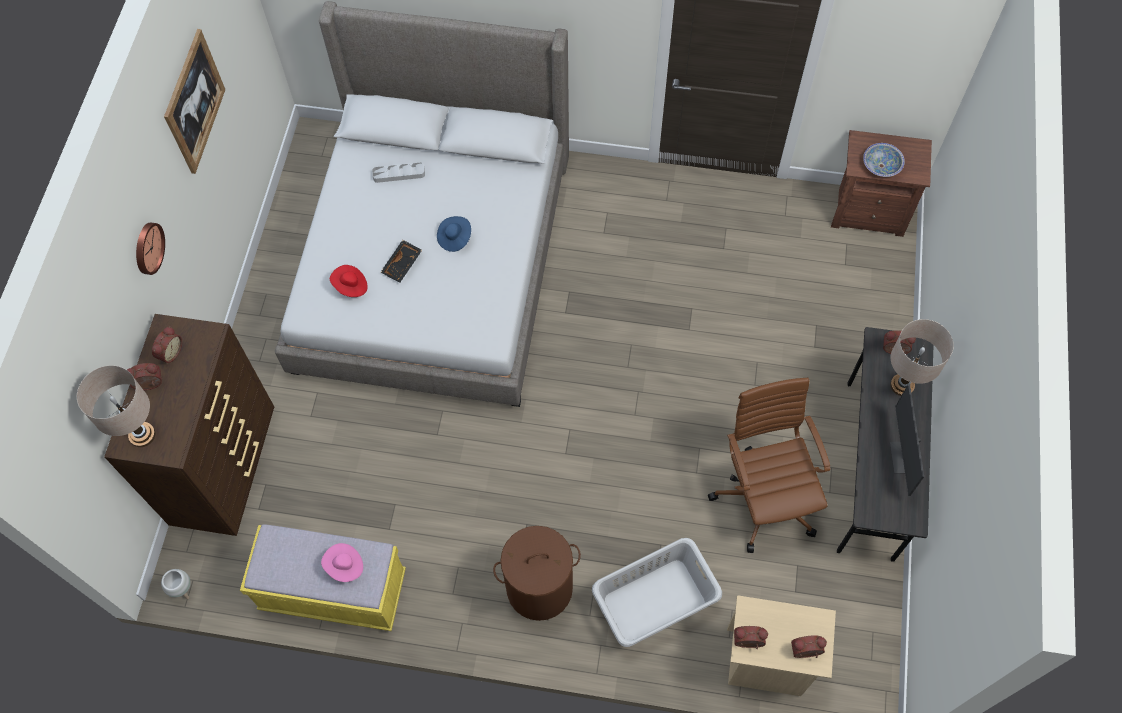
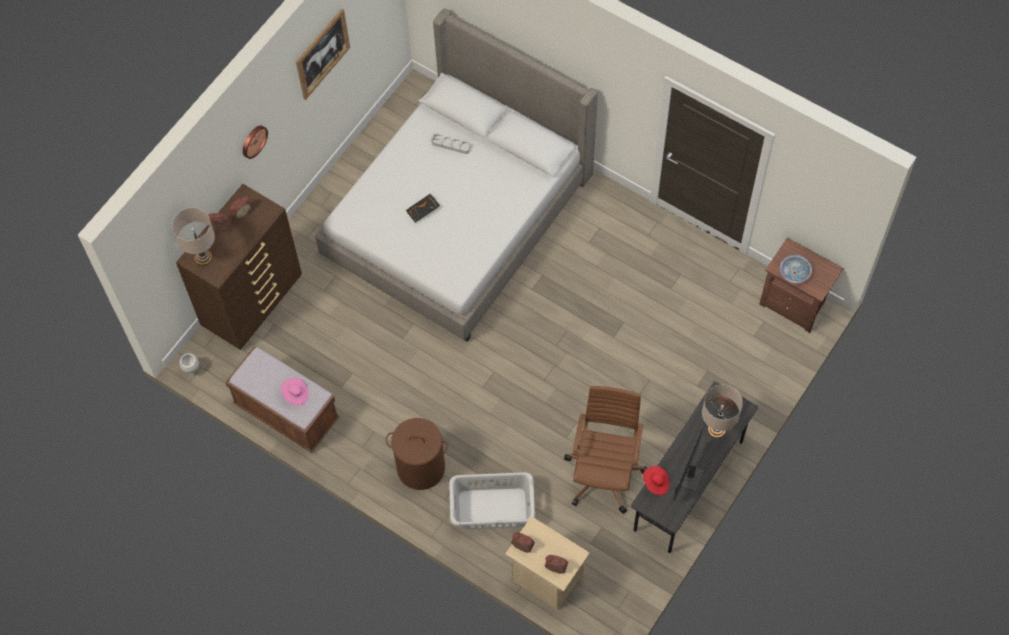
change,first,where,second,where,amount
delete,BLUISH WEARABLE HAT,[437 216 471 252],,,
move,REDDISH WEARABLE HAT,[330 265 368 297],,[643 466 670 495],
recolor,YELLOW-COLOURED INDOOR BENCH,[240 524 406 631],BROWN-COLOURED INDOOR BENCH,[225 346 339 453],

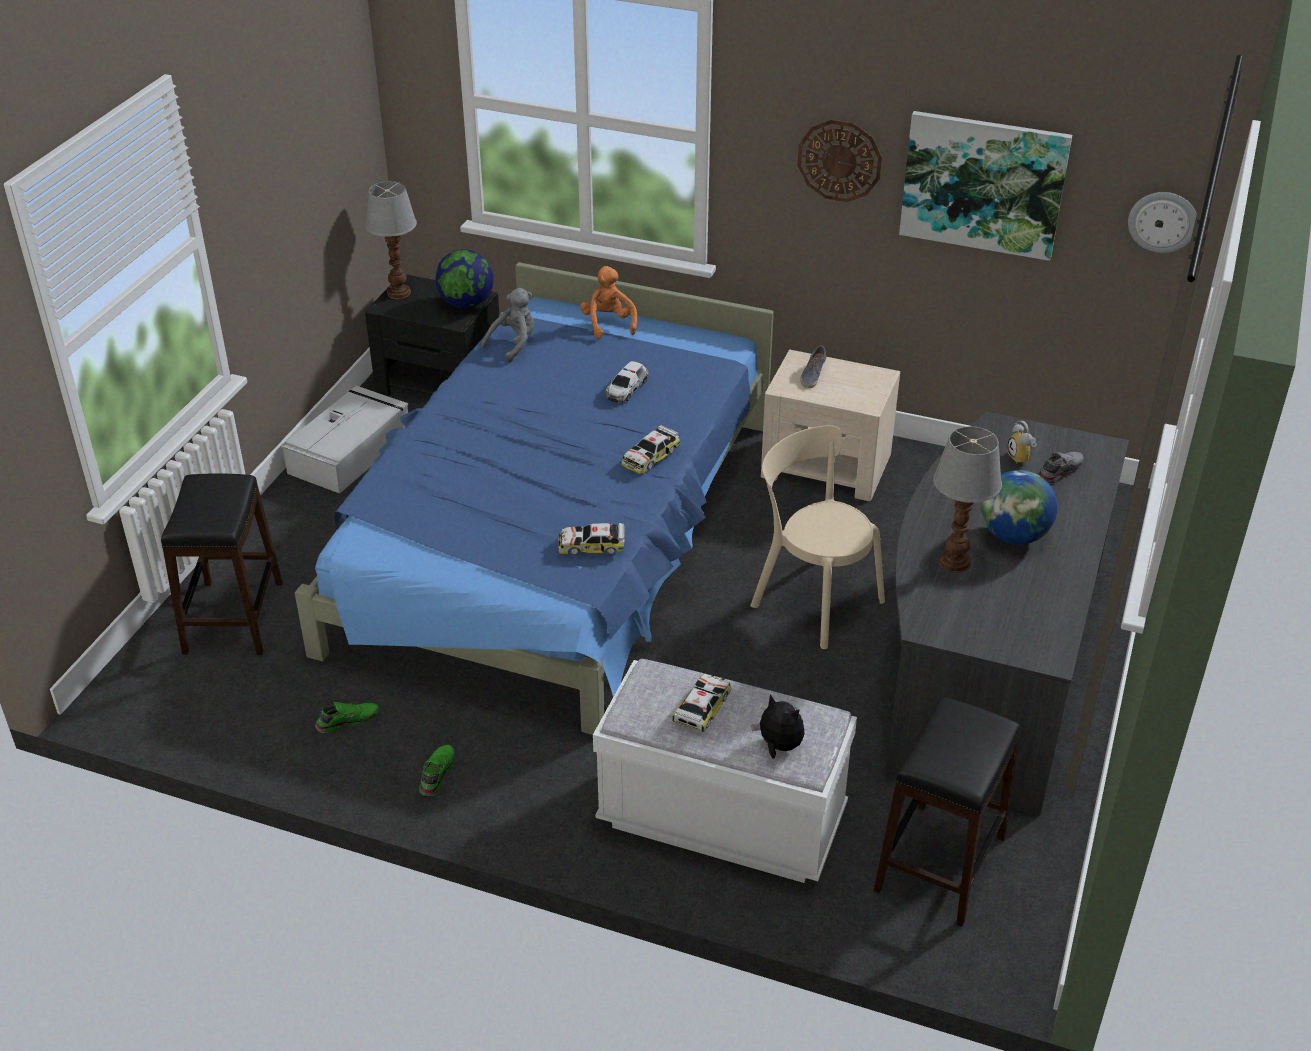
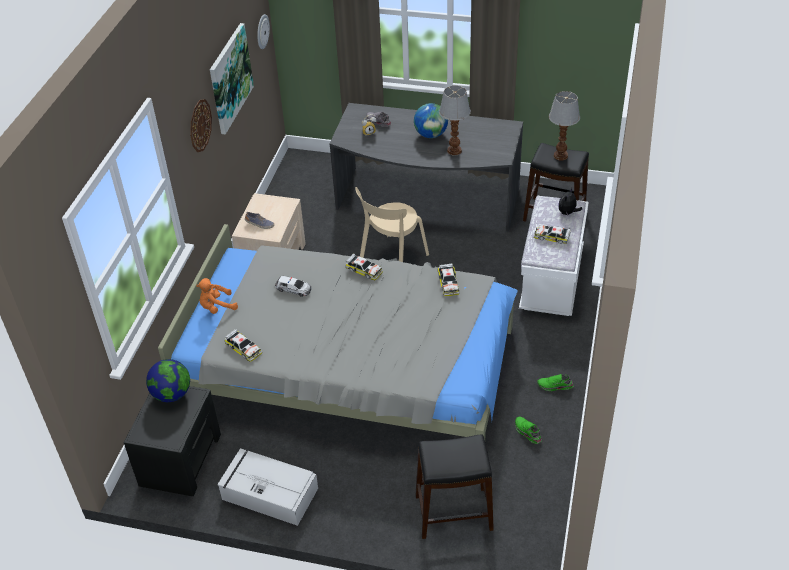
change,first,where,second,where,amount
move,LAMP FOR A TABLE,[365 181 417 299],,[549 91 580 161],
replace,GREYISH CUDDLY TOY,[481 288 535 363],MINIATURE CAR,[225 329 262 362],
recolor,BLUISH SLEEPING BED,[295 262 774 735],GREYISH SLEEPING BED,[158 224 518 440],

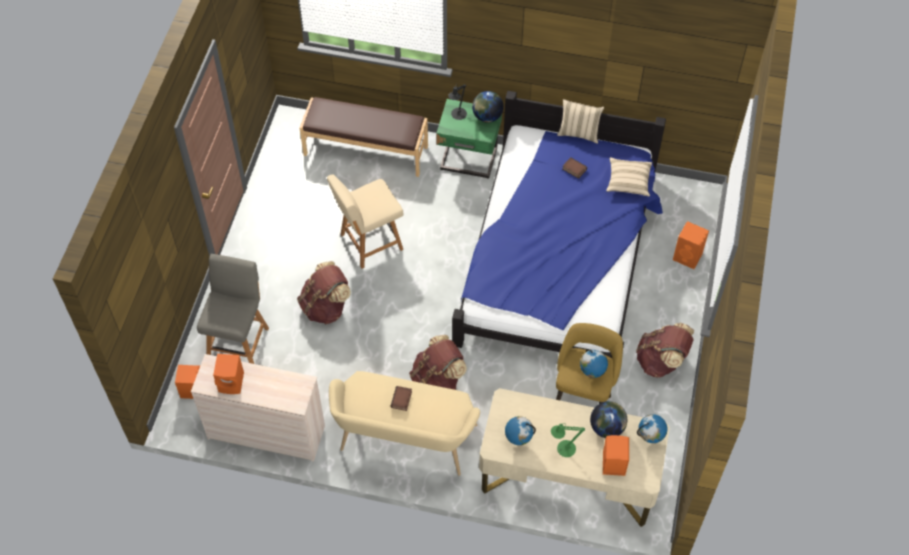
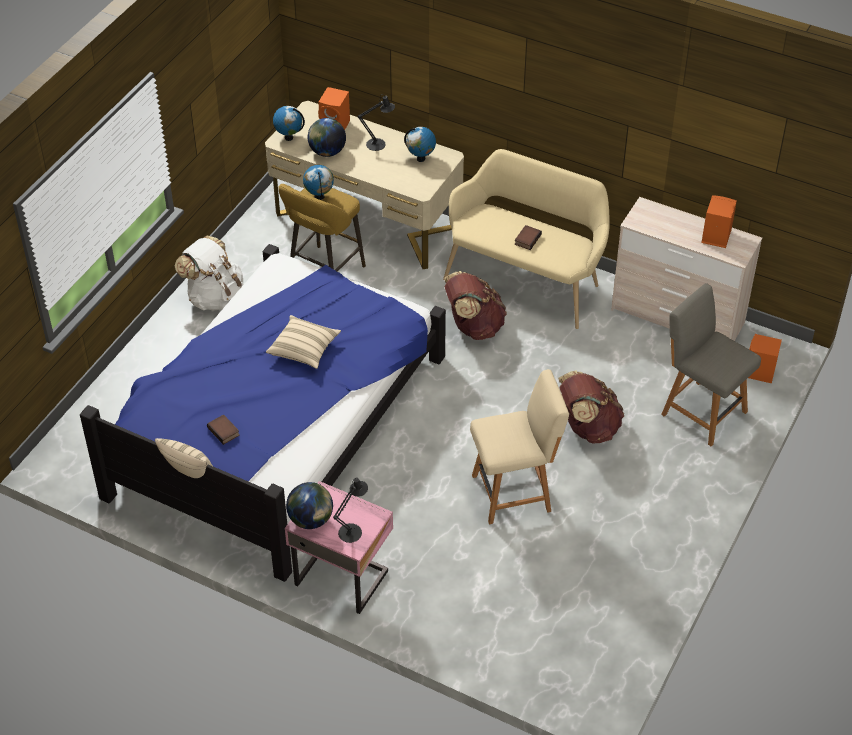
change,first,where,second,where,amount
delete,BROWN-COLOURED INDOOR BENCH,[300 97 428 177],,,
delete,ORANGE AUDIO SPEAKER,[673 221 709 269],,,
move,SAND-COLOURED CUSHION,[606 157 652 196],,[266 315 341 369],
recolor,GREEN-COLOURED NIGHT TABLE,[436 99 502 178],PINKISH NIGHT TABLE,[285 481 393 614],
recolor,GREEN-COLOURED LAMP FOR A TABLE,[551 423 585 457],BLACKISH LAMP FOR A TABLE,[358 94 395 151],
recolor,BROWN-COLOURED KNAPSACK,[636 323 694 378],WHITISH KNAPSACK,[175 236 244 311],
rotate,GREYISH UPRIGHT CHAIR,[197 254 269 364],,[661 283 761 446],105 degrees clockwise

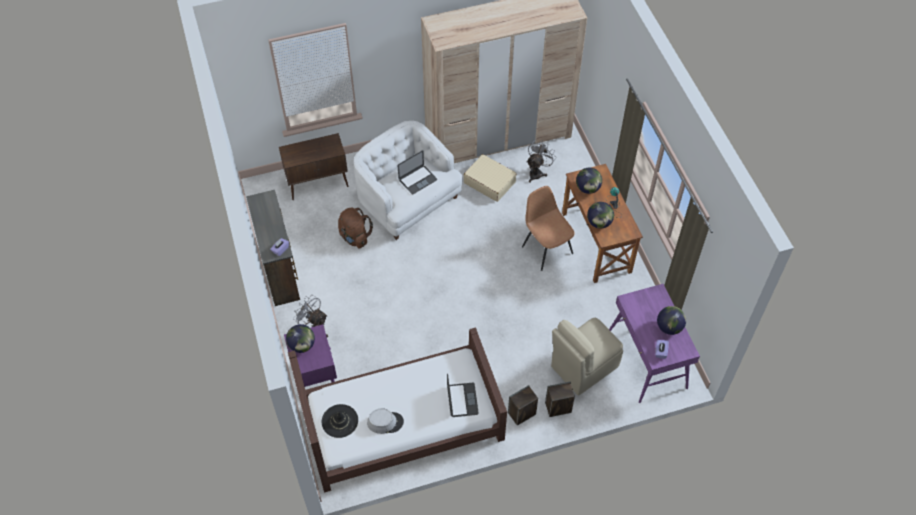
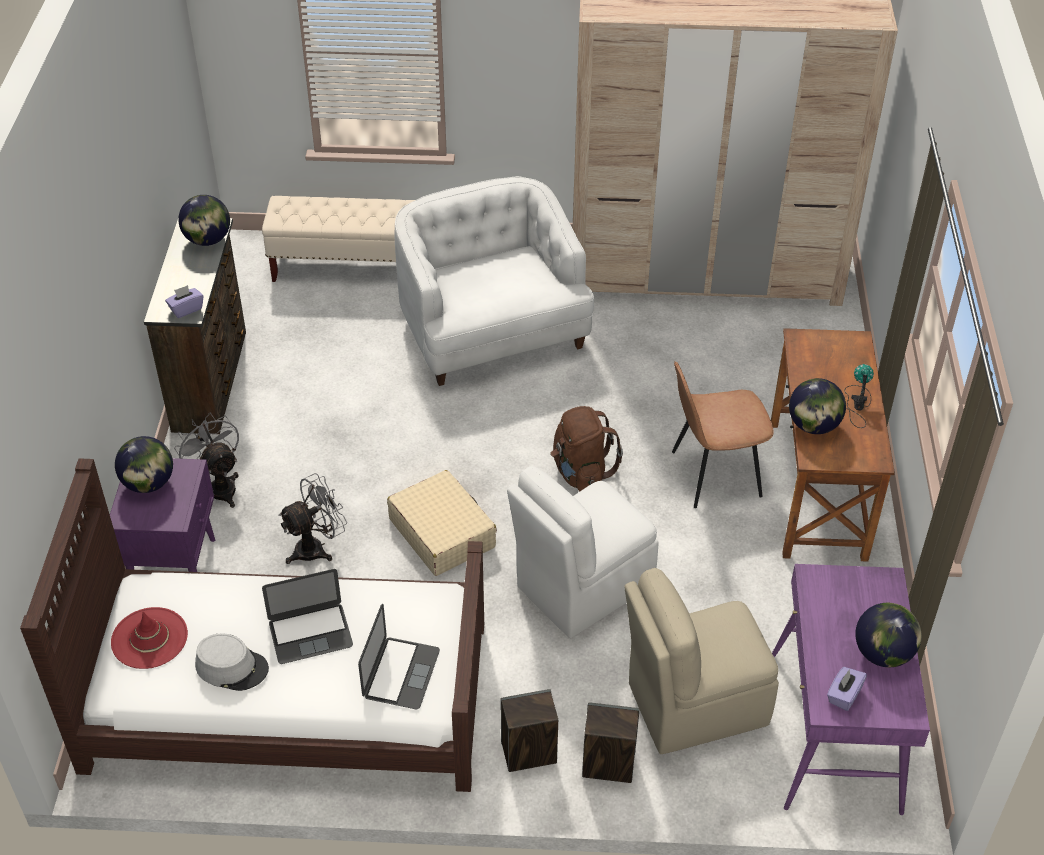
change,first,where,second,where,amount
insert,,,WHITISH UPRIGHT CHAIR,[507 466 659 638],
move,BROWN-COLOURED KNAPSACK,[338 207 373 249],,[551 406 623 491],
move,PORTABLE COMPUTER,[398 150 437 194],,[262 569 353 664],
move,SAND-COLOURED TRAVEL CASE,[464 154 517 202],,[387 470 497 576],
move,GREYISH ELECTRIC FAN,[527 140 555 183],,[278 473 347 564],
move,GLOBE,[576 168 602 194],,[178 195 230 246],
replace,BROWN-COLOURED CABINET,[279 133 349 200],SAND-COLOURED INDOOR BENCH,[262 196 415 282],
recolor,BLACKISH WEARABLE HAT,[322 404 358 438],REDDISH WEARABLE HAT,[111 607 188 669],
rotate,BROWN-COLOURED UPRIGHT CHAIR,[522 186 575 271],,[672 361 774 508],90 degrees counterclockwise

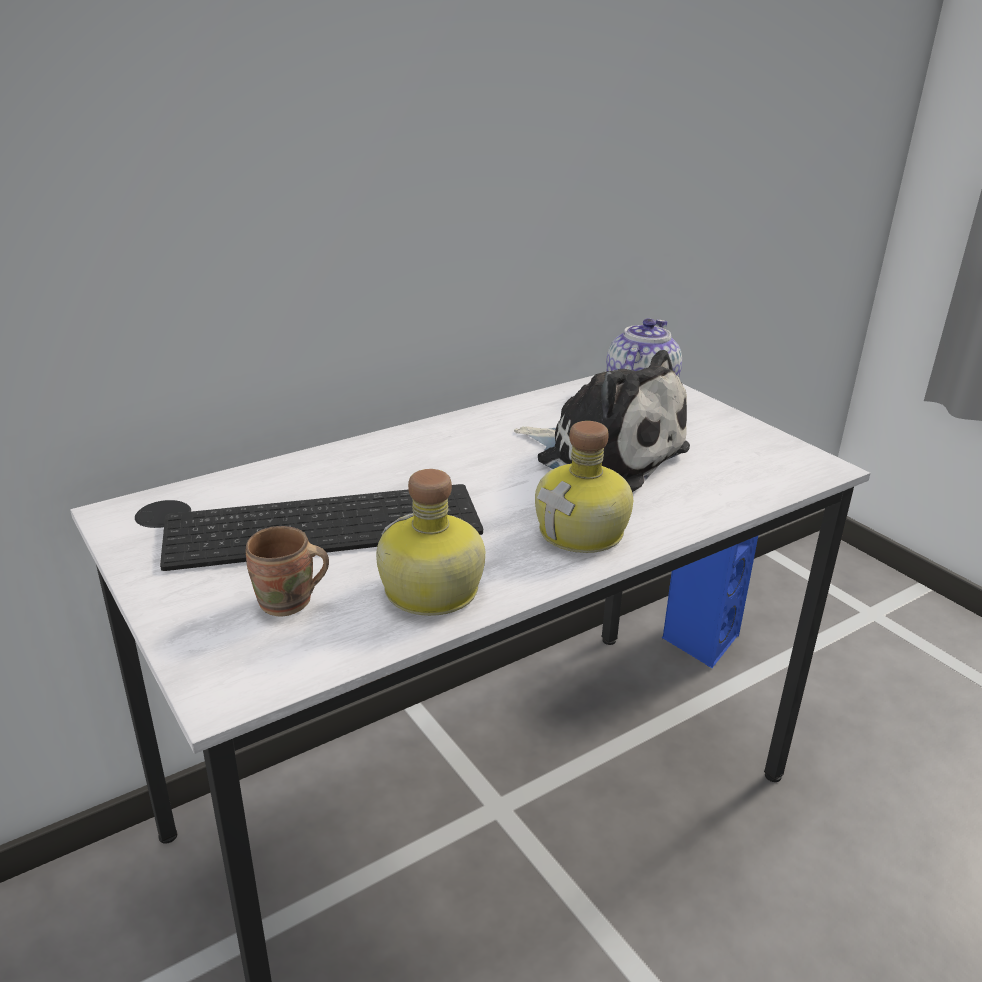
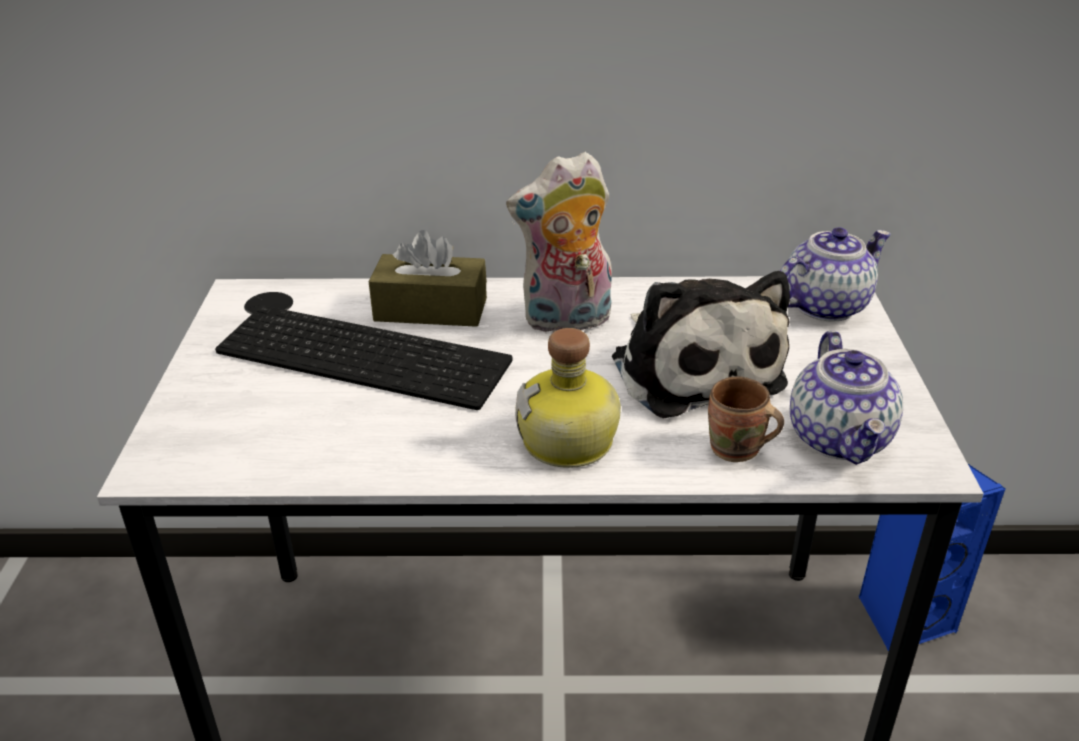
change,first,where,second,where,amount
delete,DRINK BOTTLE,[376 469 485 616],,,
insert,,,BROWN-COLOURED TISSUE BOX,[368 230 487 327],
insert,,,CUDDLY TOY,[506 152 612 332],
insert,,,TEA POT,[790 331 903 465],
move,BROWN-COLOURED COFFEE MUG,[246 526 329 617],,[708 377 784 462],

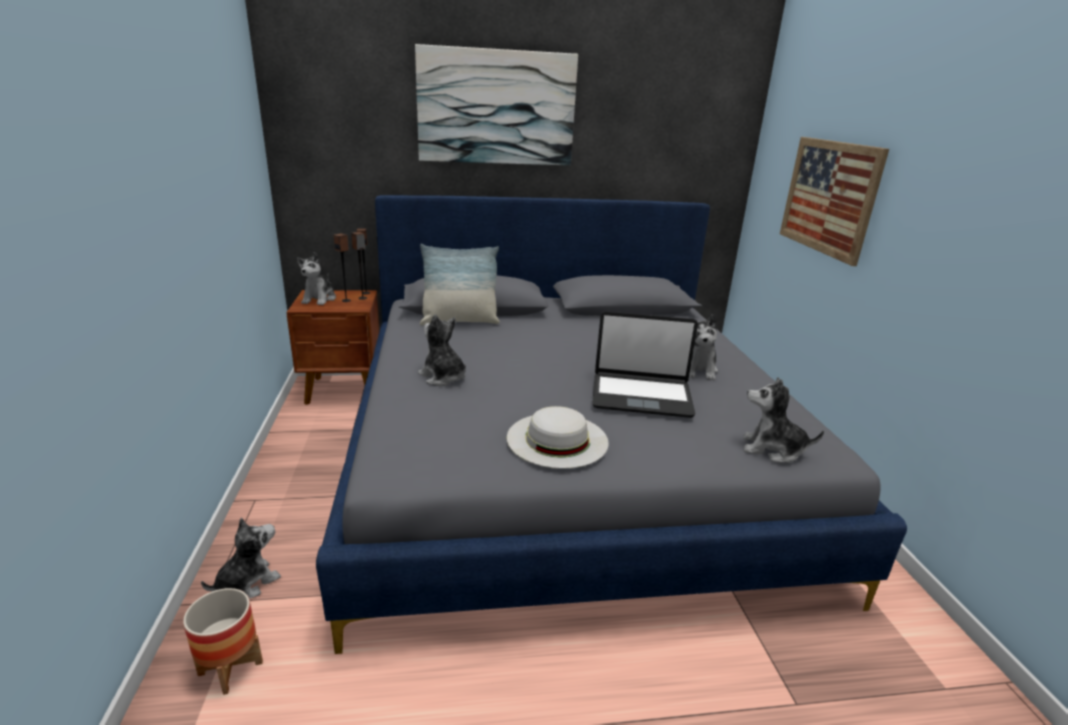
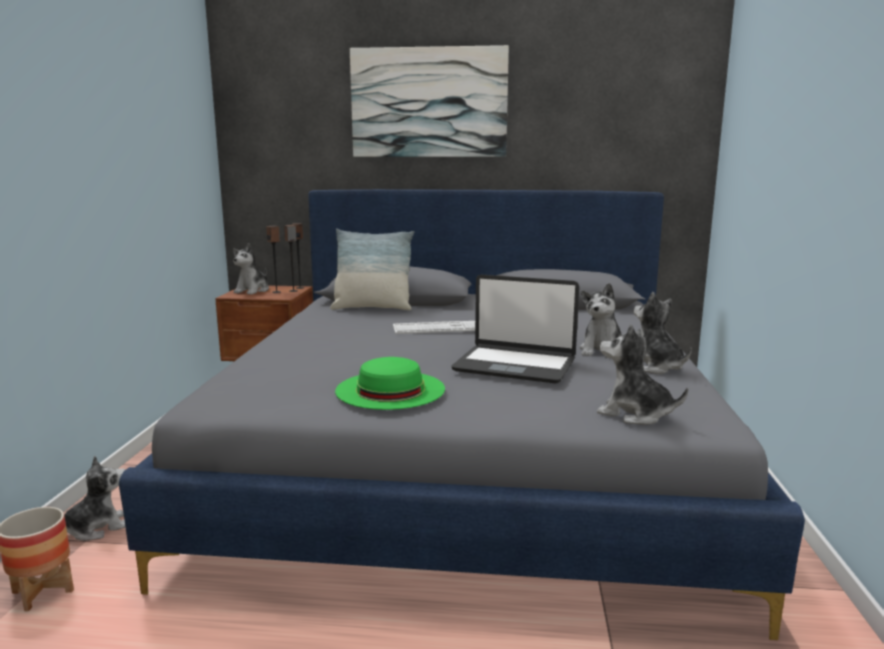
change,first,where,second,where,amount
delete,WALL ART,[780 137 889 266],,,
insert,,,COMPUTER KEYBOARD,[393 321 475 334],
move,CUDDLY TOY,[418 314 466 386],,[633 292 692 374],
recolor,WHITISH WEARABLE HAT,[507 406 609 469],GREEN-COLOURED WEARABLE HAT,[335 357 445 410],

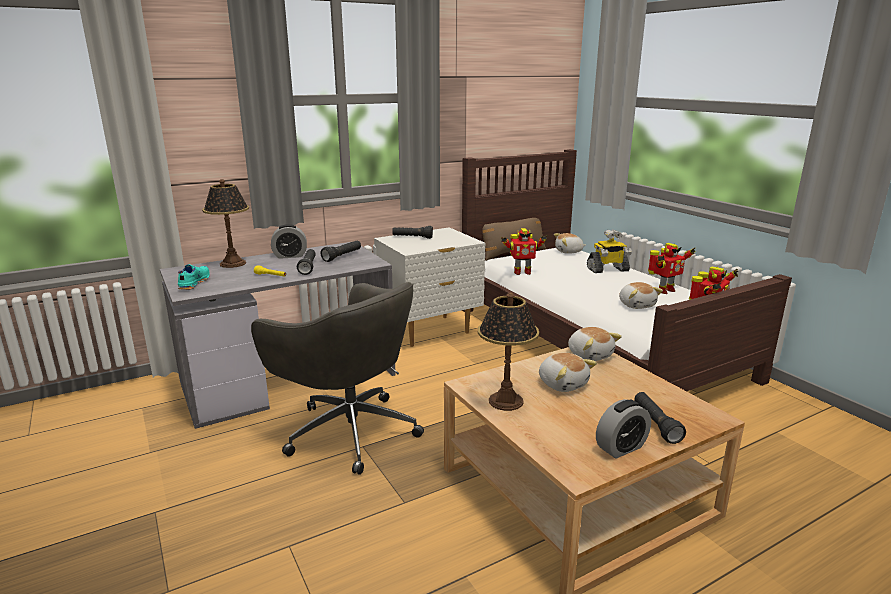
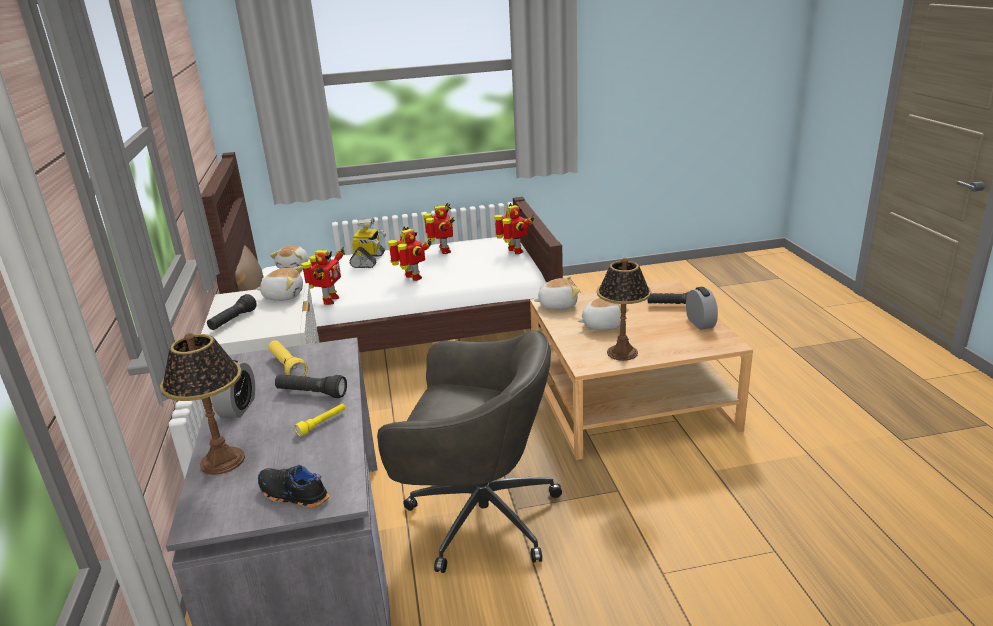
change,first,where,second,where,amount
insert,,,ROBOT FIGURE,[388 227 432 281],
move,CUDDLY TOY,[619 282 663 309],,[256 266 303 301],
recolor,TURQUOISE-COLOURED ITEM OF FOOTWEAR,[178 264 210 290],BLACKISH ITEM OF FOOTWEAR,[258 465 329 508],
recolor,BLACKISH HAND TORCH,[321 240 361 262],YELLOW-COLOURED HAND TORCH,[268 340 308 376],
rotate,GREYISH DESK CHAIR,[251 282 424 475],,[377 330 562 573],45 degrees clockwise

